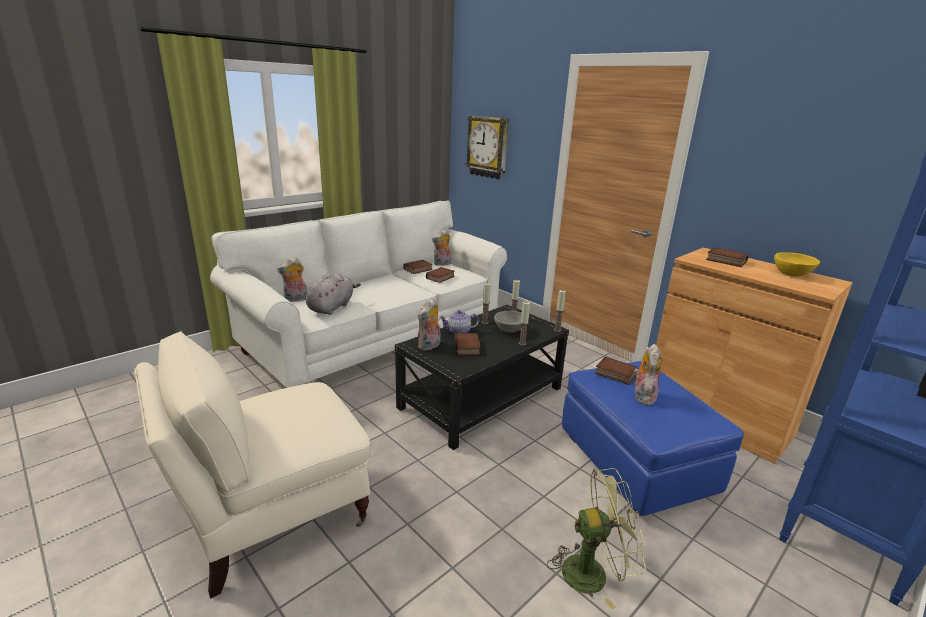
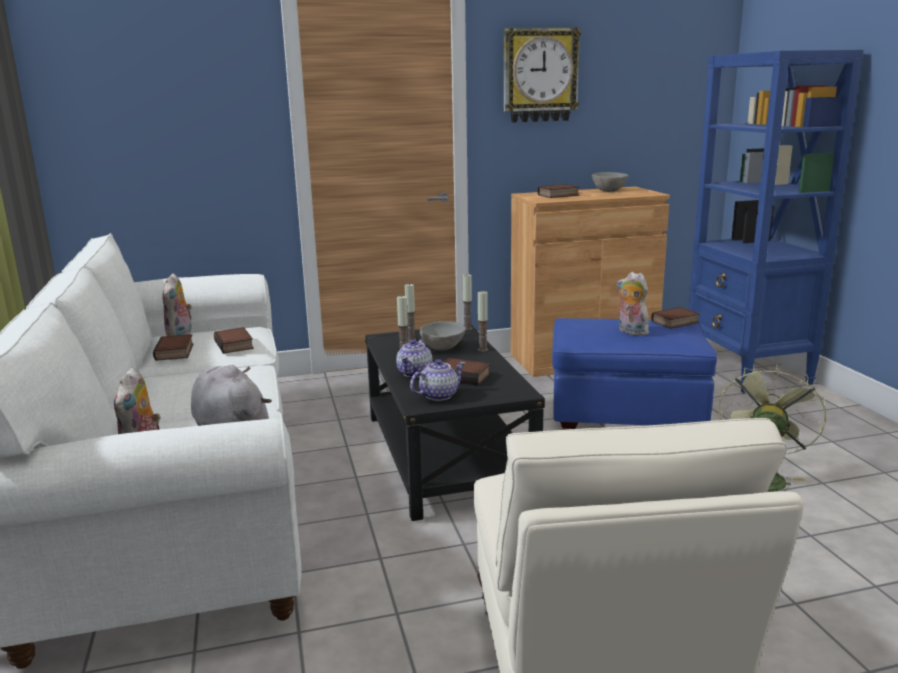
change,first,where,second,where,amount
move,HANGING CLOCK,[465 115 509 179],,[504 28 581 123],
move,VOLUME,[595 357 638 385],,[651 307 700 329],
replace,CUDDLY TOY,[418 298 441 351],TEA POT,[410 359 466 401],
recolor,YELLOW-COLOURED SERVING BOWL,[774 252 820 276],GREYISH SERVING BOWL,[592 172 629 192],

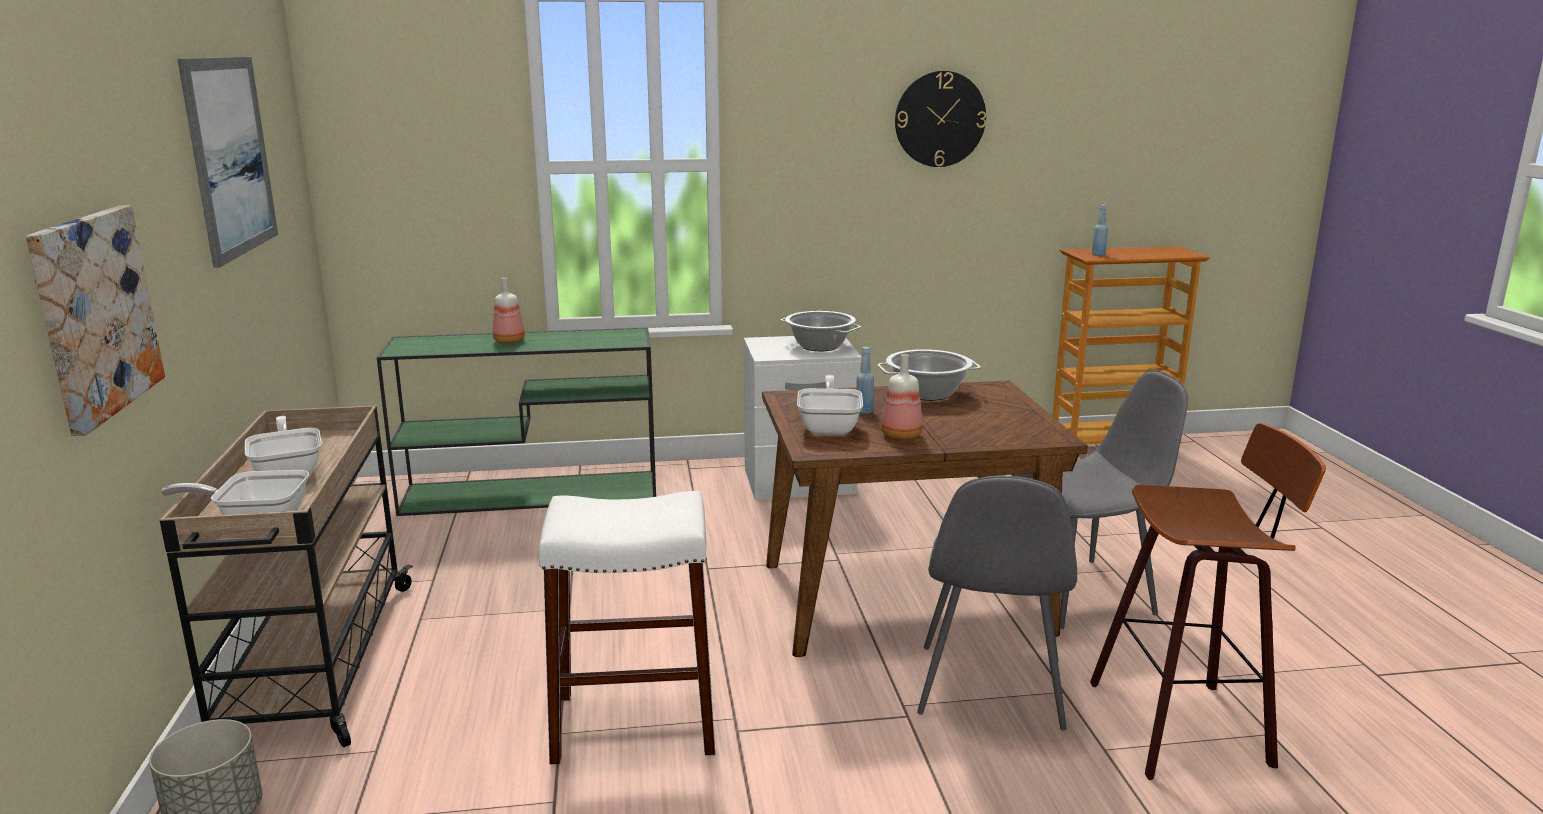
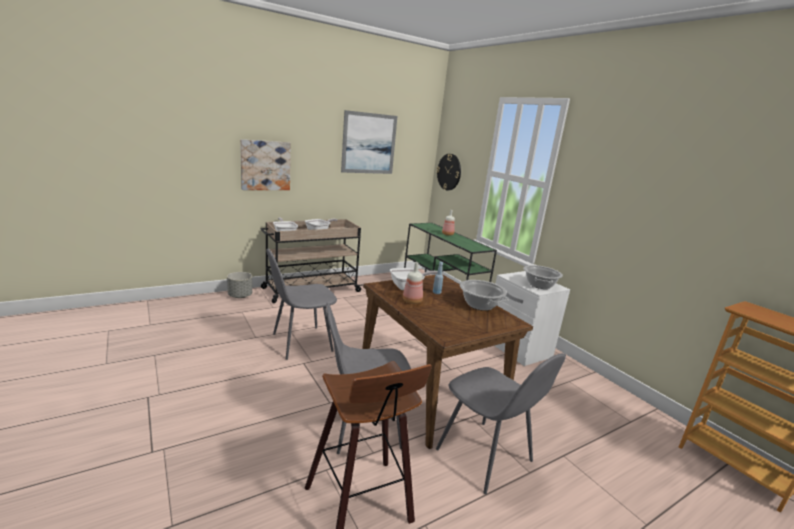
change,first,where,second,where,amount
delete,BLUISH DRINK BOTTLE,[1092 205 1108 256],,,
move,HANGING CLOCK,[895 71 986 167],,[436 154 461 190],
replace,WHITISH STOOL SEAT,[539 491 715 765],GREYISH UPRIGHT CHAIR,[266 248 337 360],

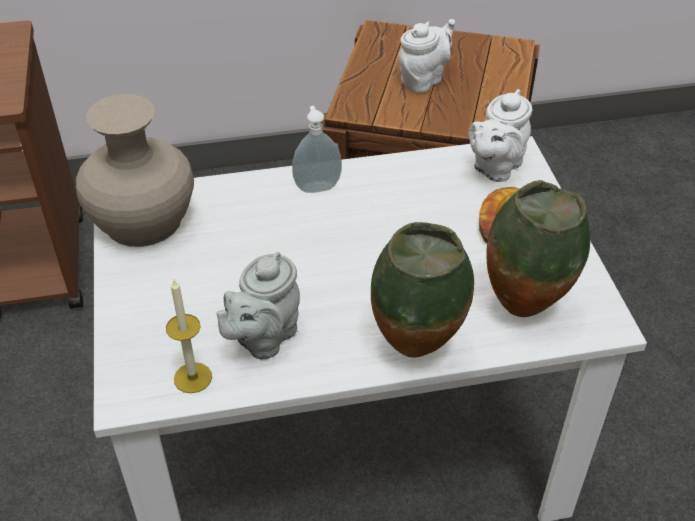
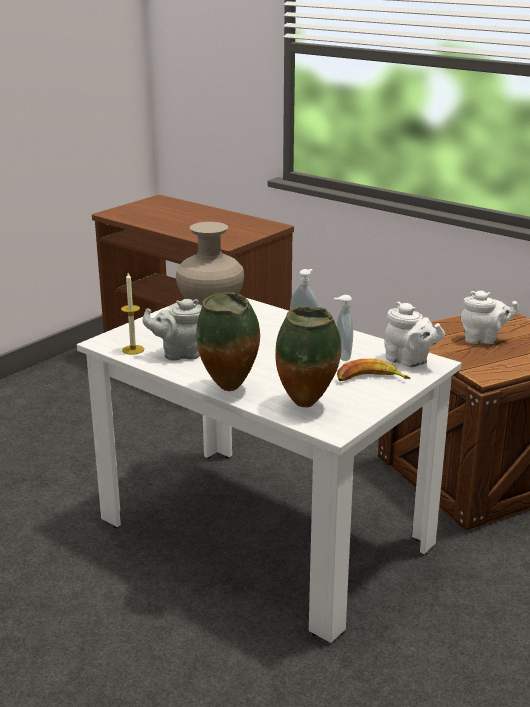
change,first,where,second,where,amount
insert,,,SOAP BOTTLE,[334 295 353 361],
rotate,WHITISH TEA POT,[469 89 532 182],,[385 301 445 367],135 degrees counterclockwise

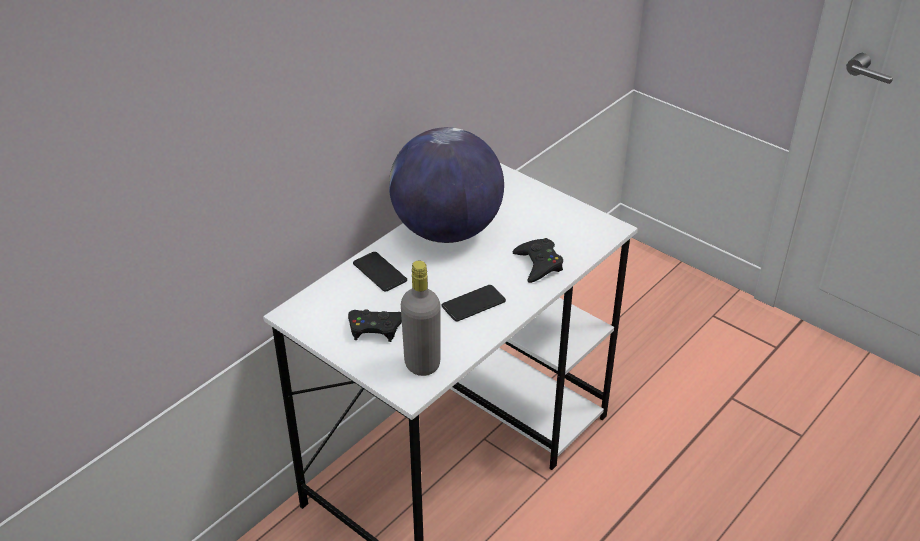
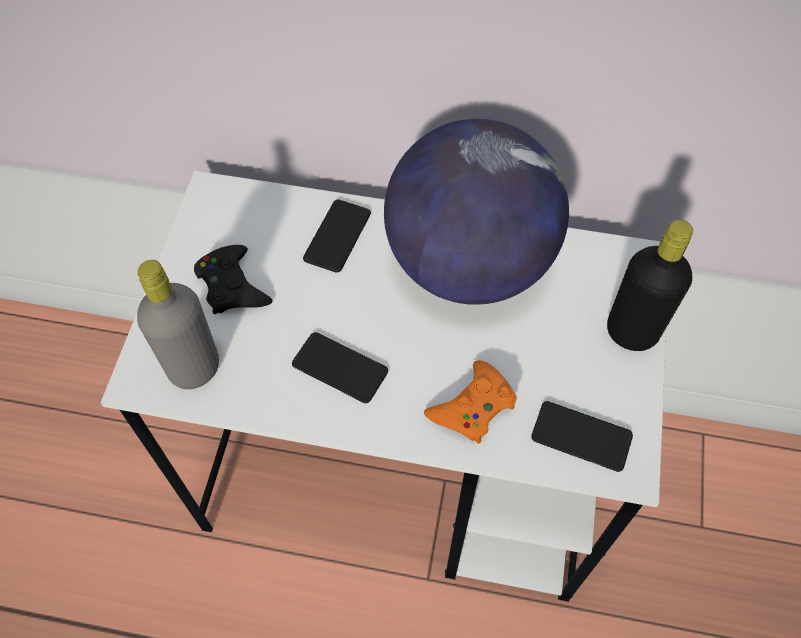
change,first,where,second,where,amount
insert,,,PHONE,[531 401 633 472],
insert,,,BLACKISH DRINK BOTTLE,[607 220 693 351],
recolor,BLACKISH GAME CONTROLLER,[513 238 563 283],ORANGE GAME CONTROLLER,[424 360 517 444],

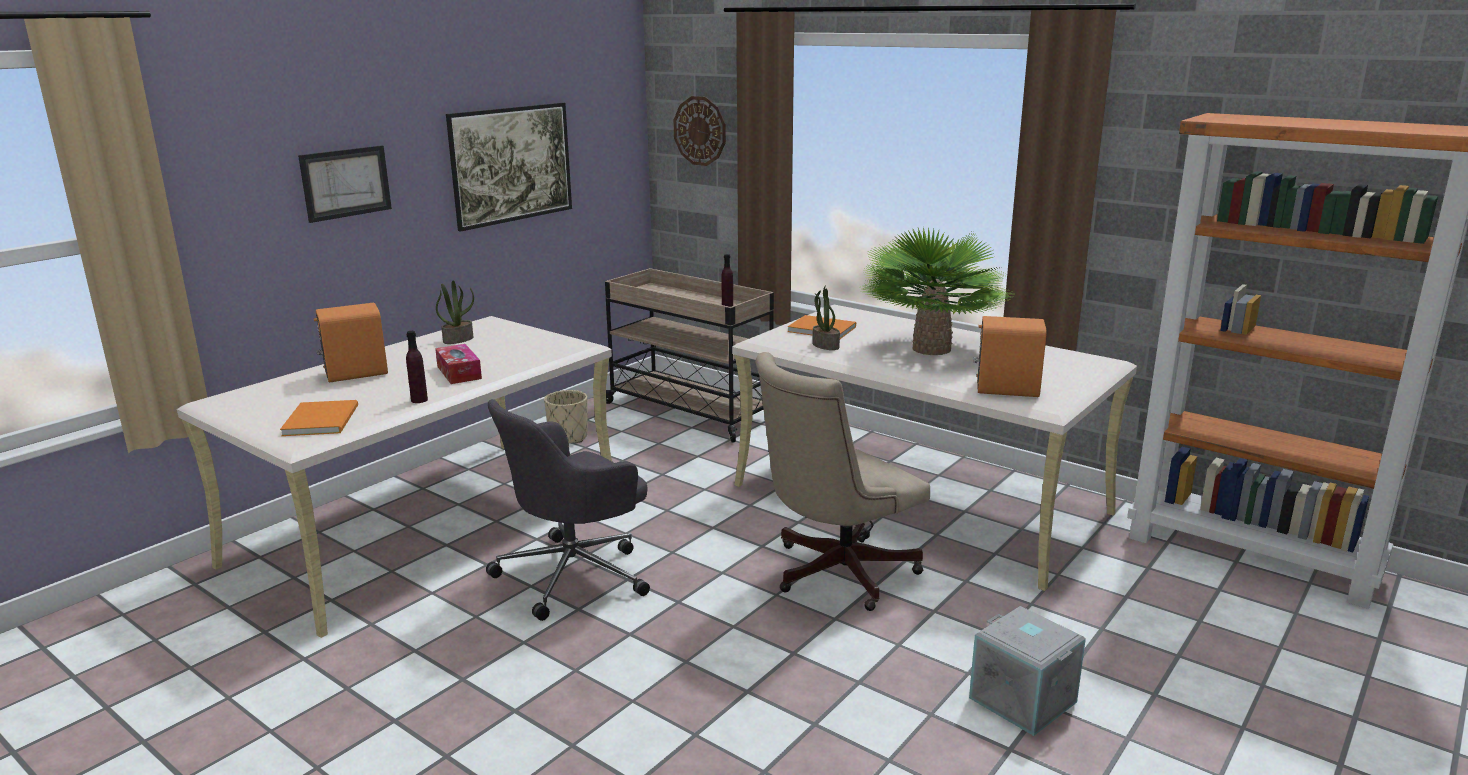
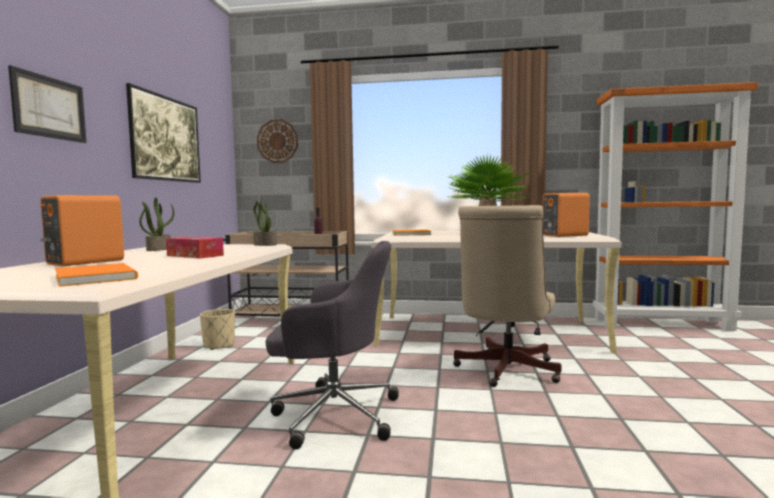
change,first,where,second,where,amount
delete,PURPLISH DRINK BOTTLE,[406 331 428 403],,,
delete,GREYISH STORAGE BIN,[969 606 1086 736],,,
move,PLANT IN A POT,[812 285 840 350],,[253 197 277 246],
rotate,GREYISH DESK CHAIR,[486 399 650 621],,[266 241 399 450],105 degrees counterclockwise

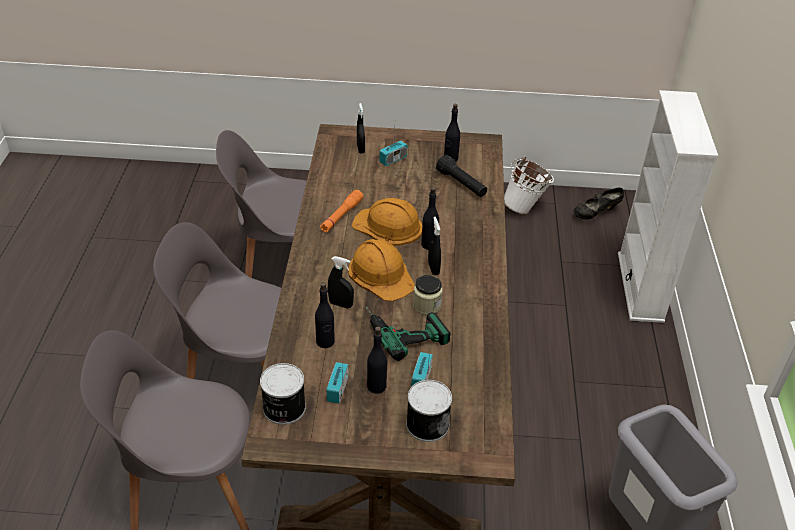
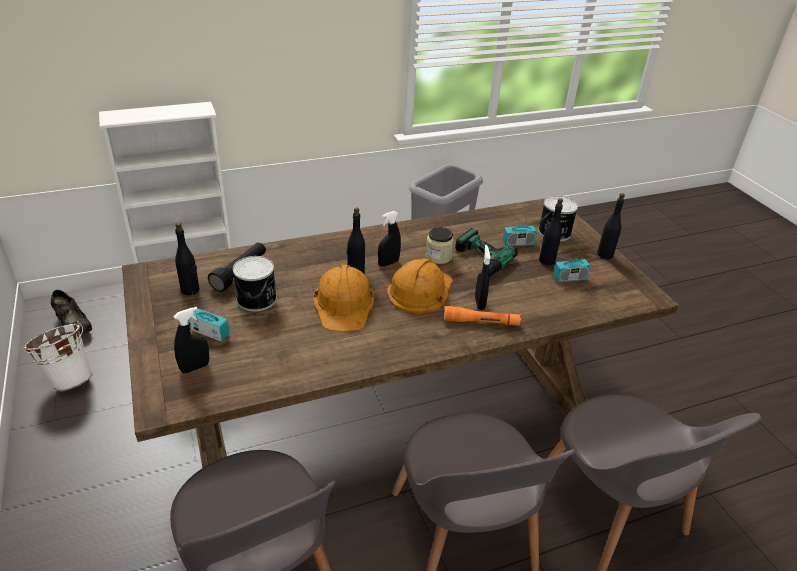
change,first,where,second,where,amount
move,SEALED CAN,[260 363 306 425],,[233 256 277 312],
move,BLACKISH DRINK BOTTLE,[315 282 335 348],,[597 193 625 259],
move,ORANGE HAND TORCH,[320 190 363 233],,[444 306 521 326],

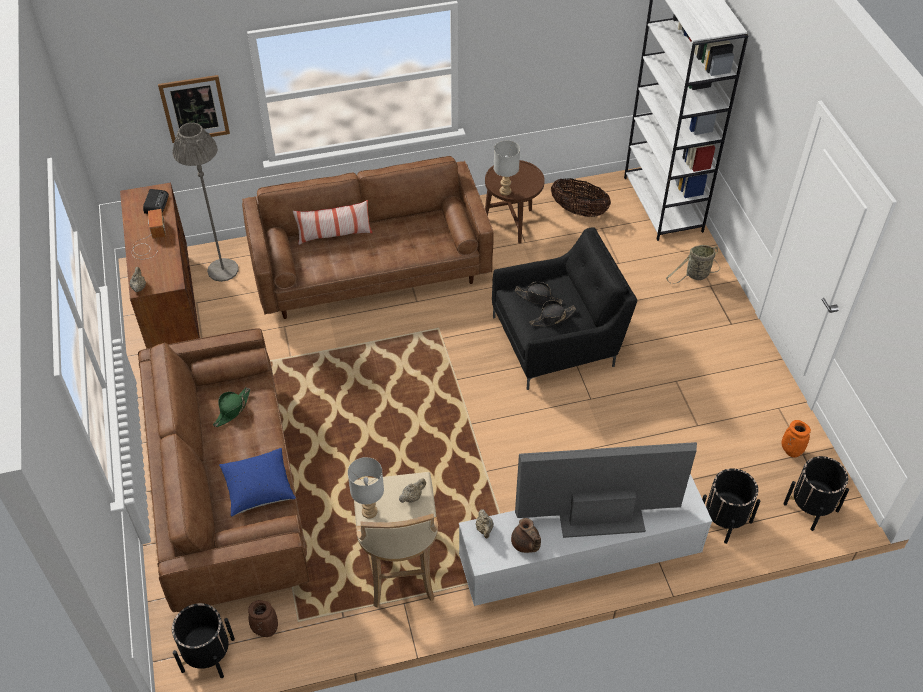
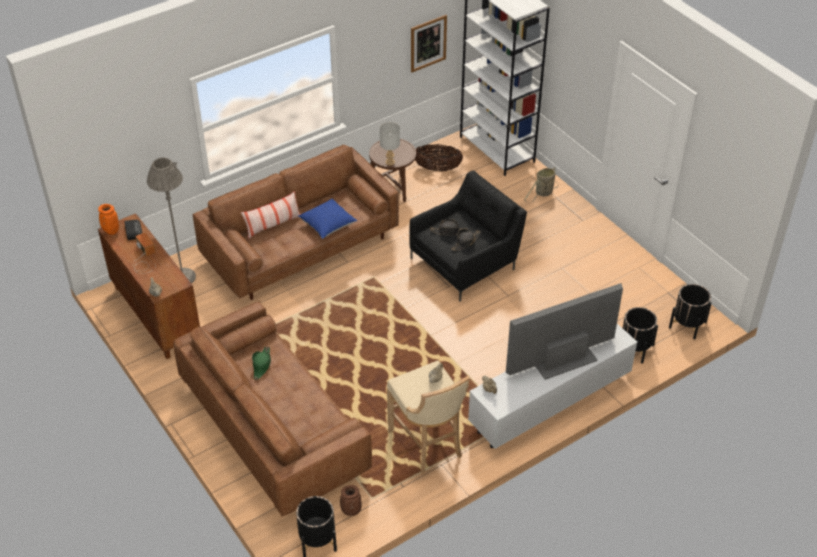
change,first,where,second,where,amount
delete,GREYISH LAMP FOR A TABLE,[348 457 384 519],,,
delete,BROWN-COLOURED TEA POT,[511 518 541 553],,,
move,WALL ART,[158 75 230 143],,[411 15 447 72],
move,BLUISH CUSHION,[219 448 296 517],,[298 199 357 239],
move,ORANGE FLOWER VASE,[782 420 811 458],,[98 204 119 235],

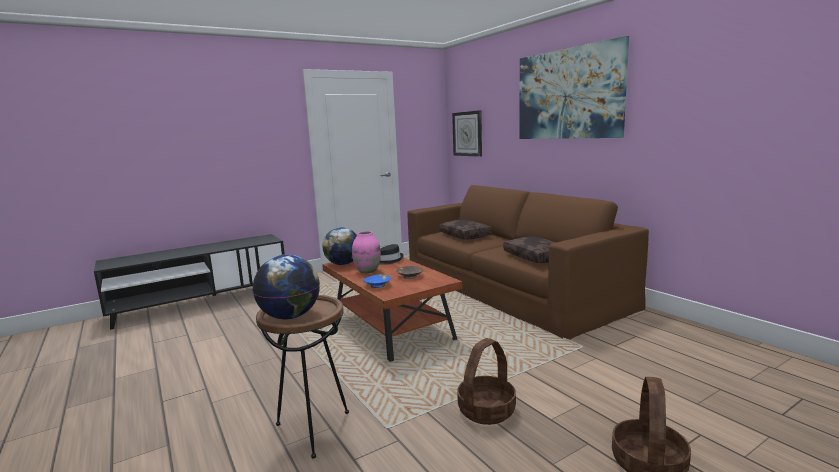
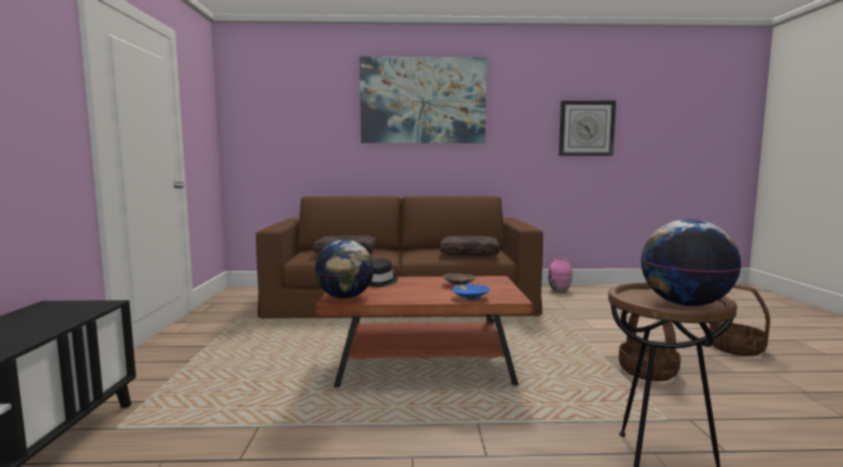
change,first,where,second,where,amount
move,PINKISH FLOWER VASE,[352 231 381 274],,[548 258 572 292],
move,HANGING CLOCK,[452 110 482 157],,[559 100 616 156],

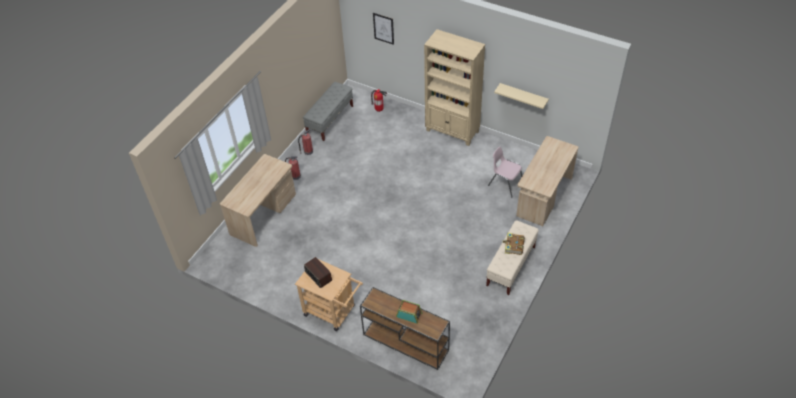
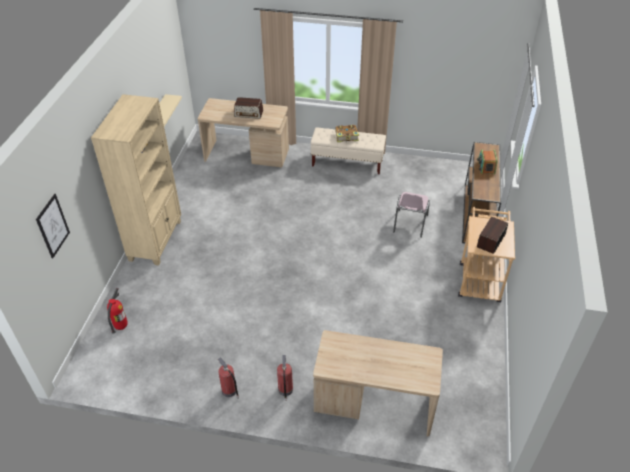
change,first,where,second,where,amount
delete,GREYISH INDOOR BENCH,[303 82 353 141],,,
insert,,,RADIO SET,[234 97 263 119],
move,PINKISH UPRIGHT CHAIR,[488 146 522 197],,[393 192 430 238],

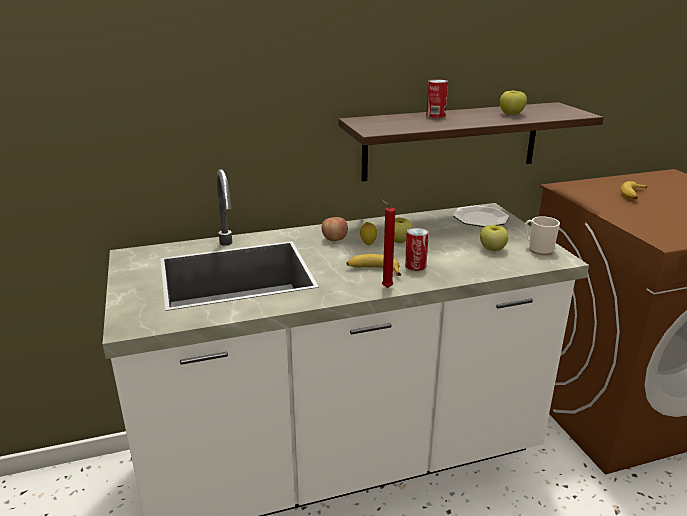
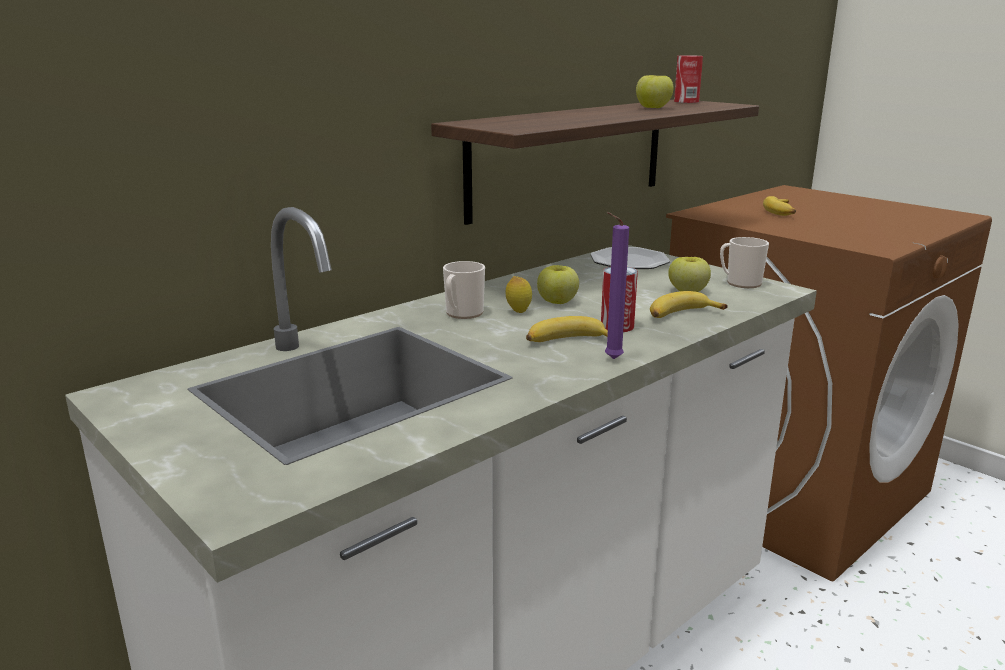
change,first,where,second,where,amount
insert,,,BANANA,[650 291 728 318],
move,SEALED CAN,[426 79 448 118],,[674 55 703 103],
replace,WHOLE APPLE,[321 217 348 241],COFFEE MUG,[443 261 485 319],
recolor,REDDISH WAX LIGHT,[380 199 395 288],PURPLISH WAX LIGHT,[605 212 629 359],

